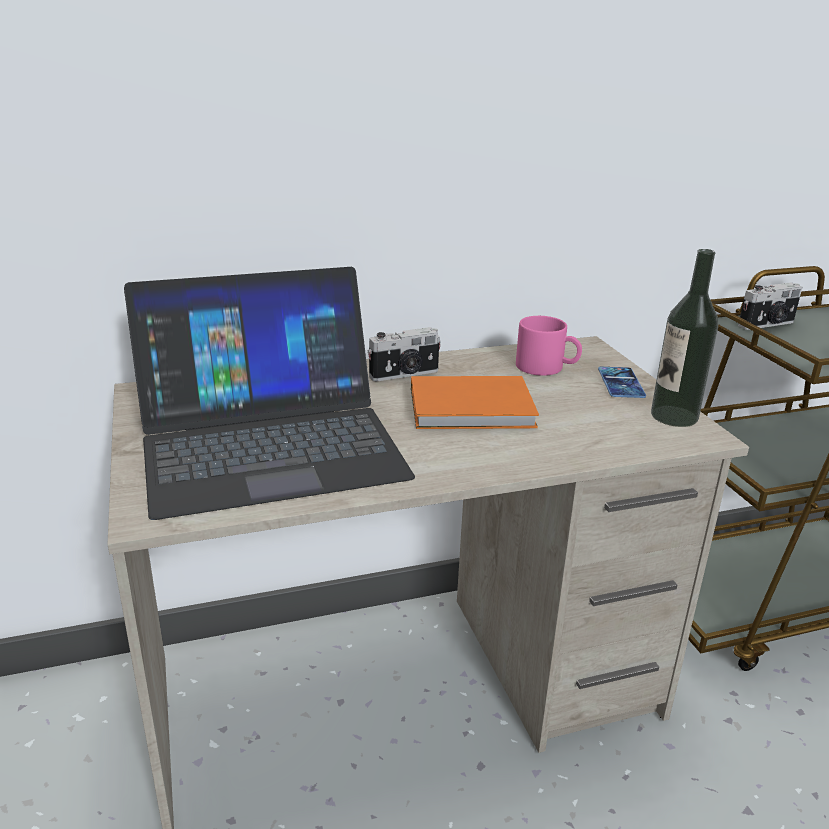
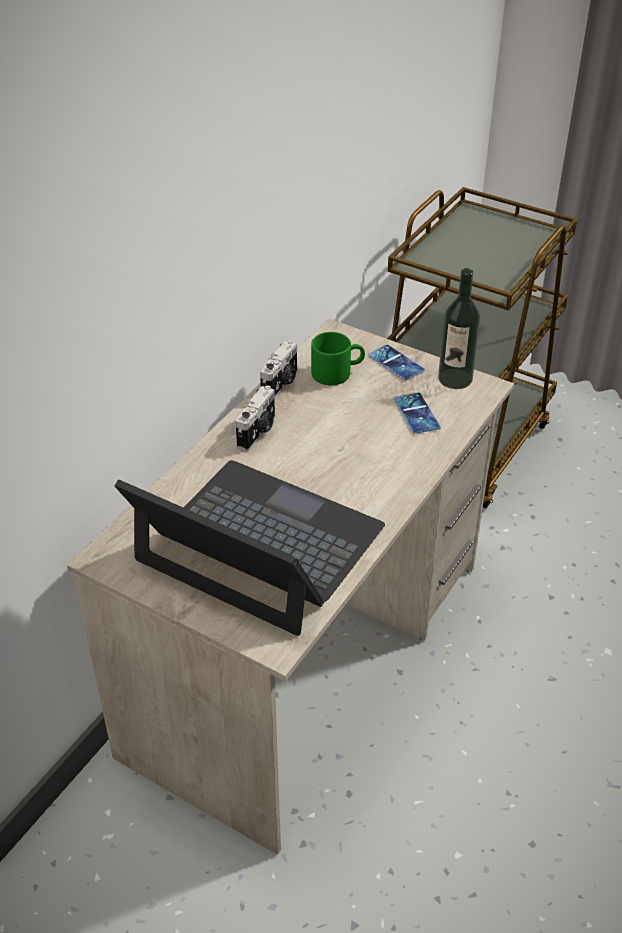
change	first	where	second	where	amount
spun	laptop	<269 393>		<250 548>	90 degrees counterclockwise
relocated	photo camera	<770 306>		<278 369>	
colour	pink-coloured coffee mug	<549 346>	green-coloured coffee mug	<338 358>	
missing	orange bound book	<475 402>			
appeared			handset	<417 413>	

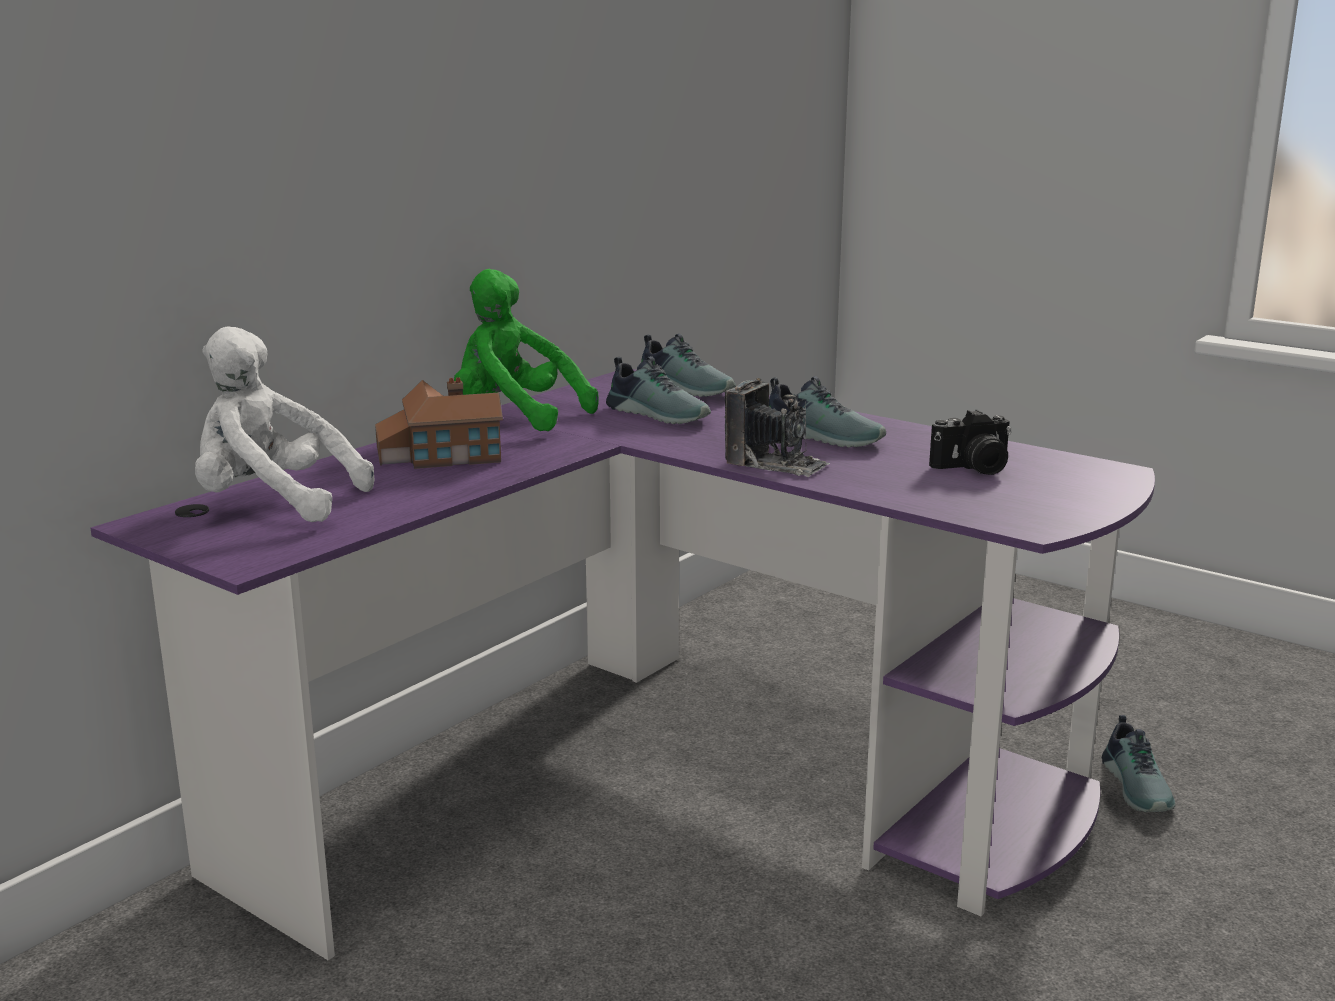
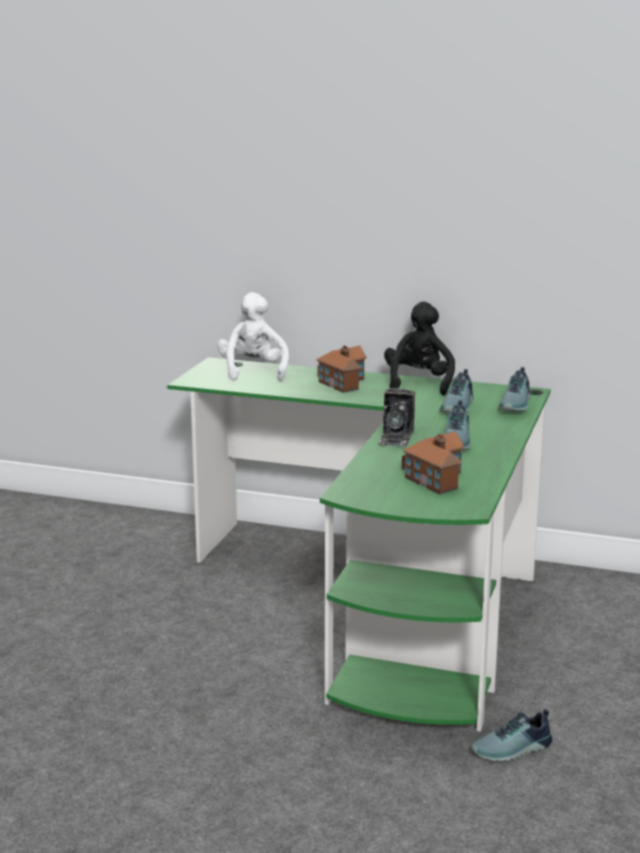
change	first	where	second	where	amount
colour	green-coloured cuddly toy	<526 350>	blackish cuddly toy	<419 348>	
colour	purplish desk table	<623 664>	green-coloured desk table	<359 544>	
exchanged	photo camera	<970 442>	model house	<433 462>	

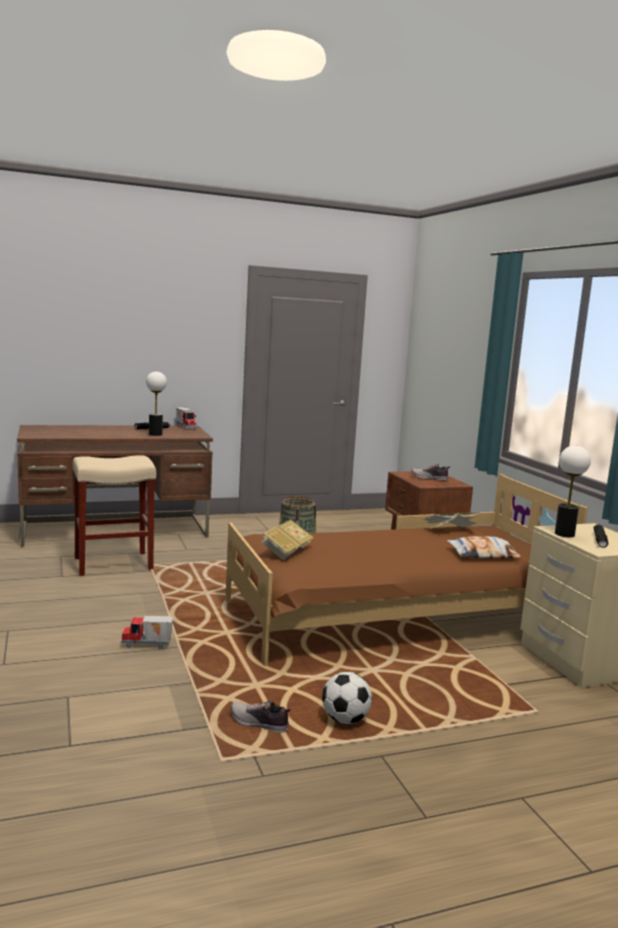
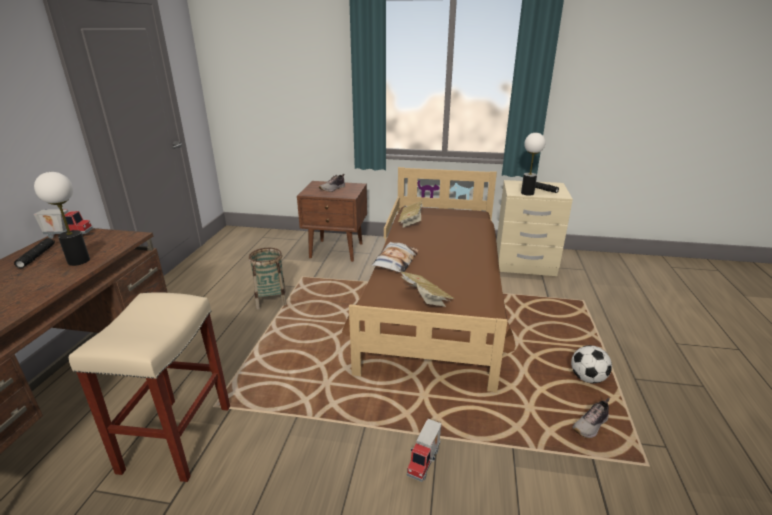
change	first	where	second	where	amount
relocated	throw pillow	<484 547>		<395 257>	

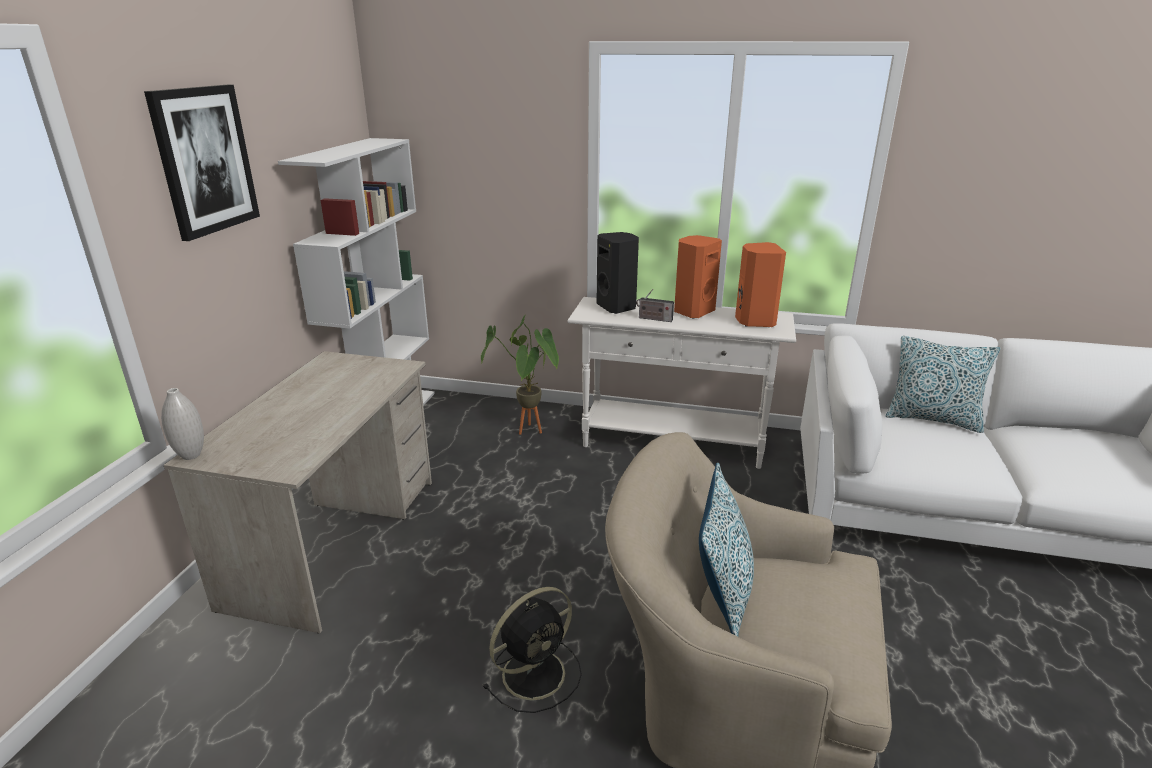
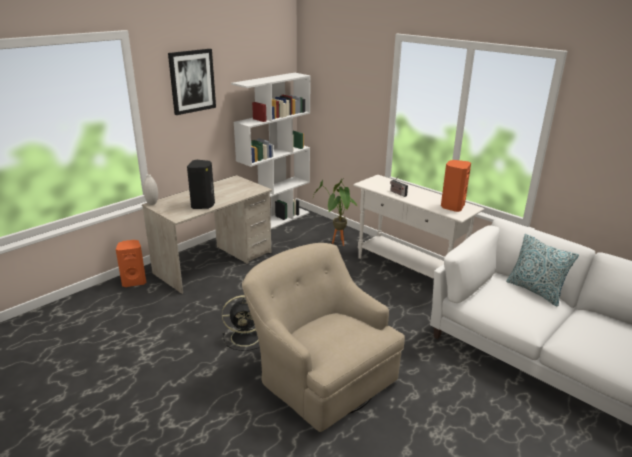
change	first	where	second	where	amount
relocated	blackish loudspeaker	<617 273>		<201 184>	
relocated	orange loudspeaker	<698 276>		<131 263>	
missing	throw pillow	<726 549>			

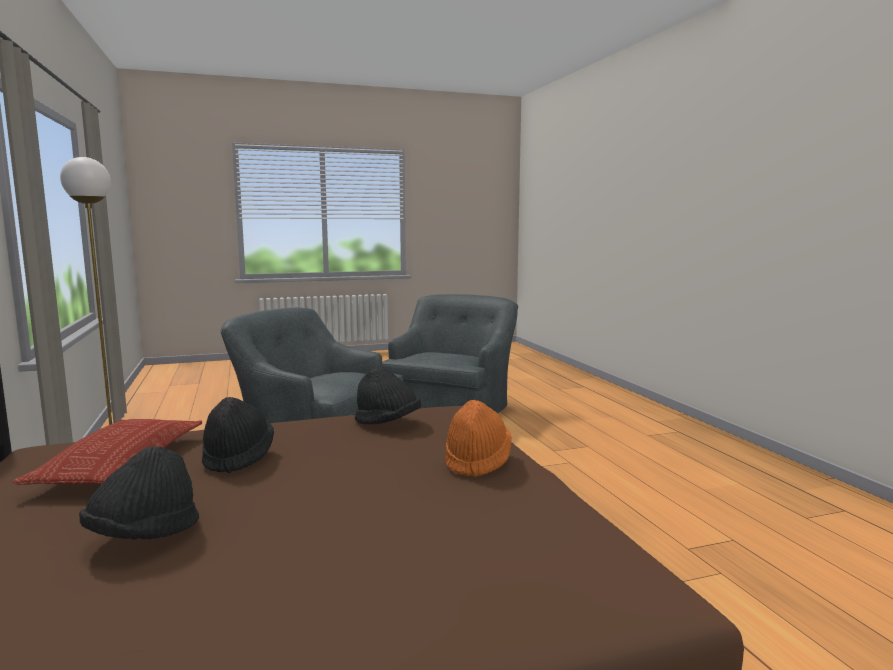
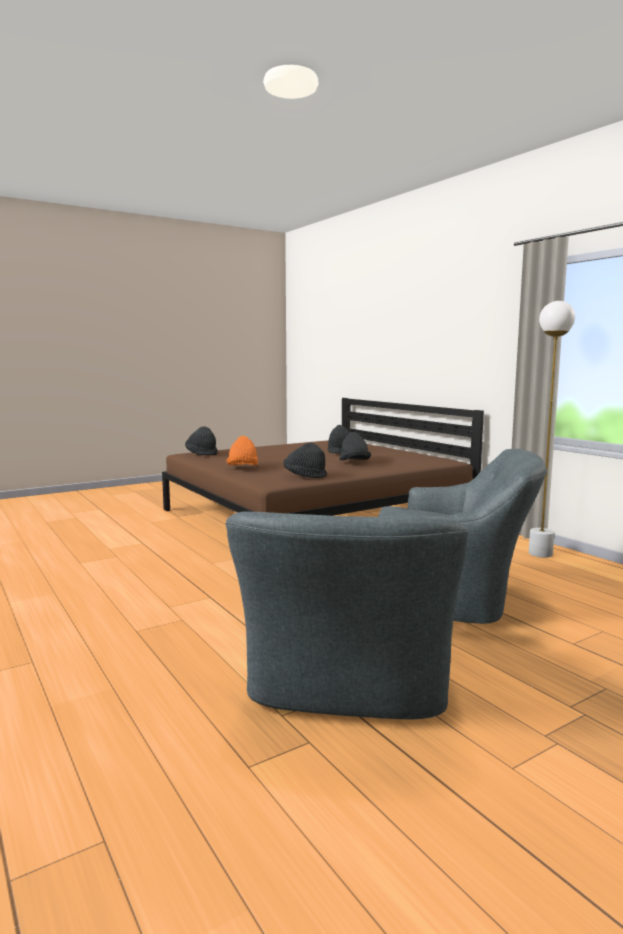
change	first	where	second	where	amount
missing	throw pillow	<107 452>			
appeared			blackish wearable hat	<201 441>	

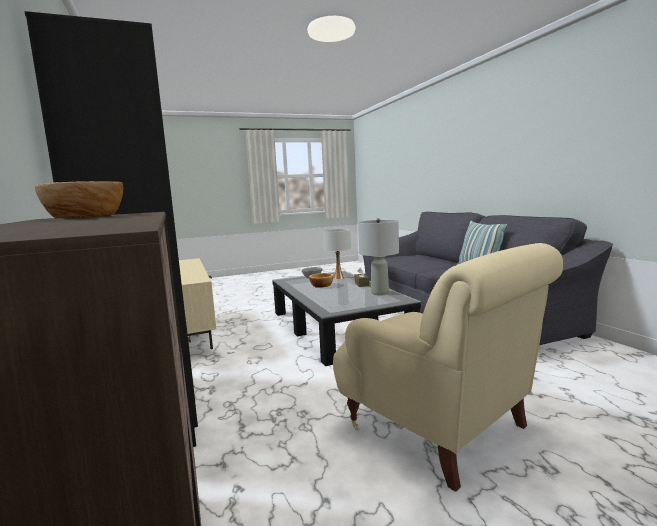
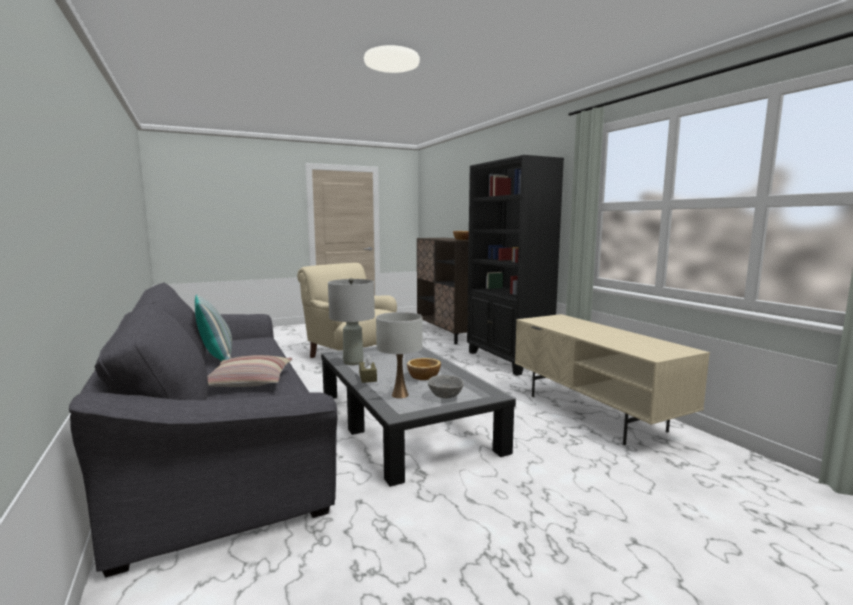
change	first	where	second	where	amount
appeared			throw pillow	<249 371>	

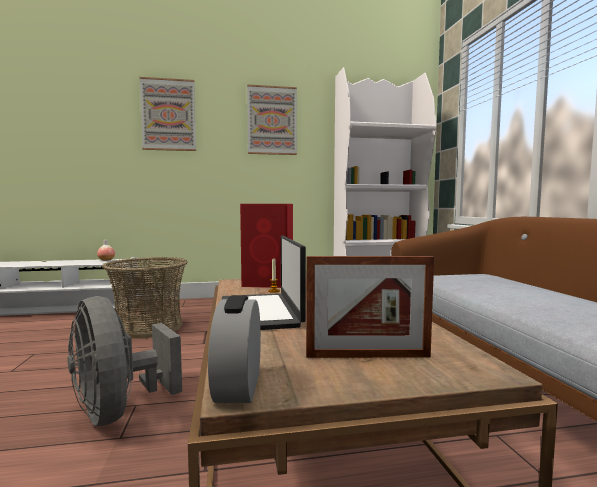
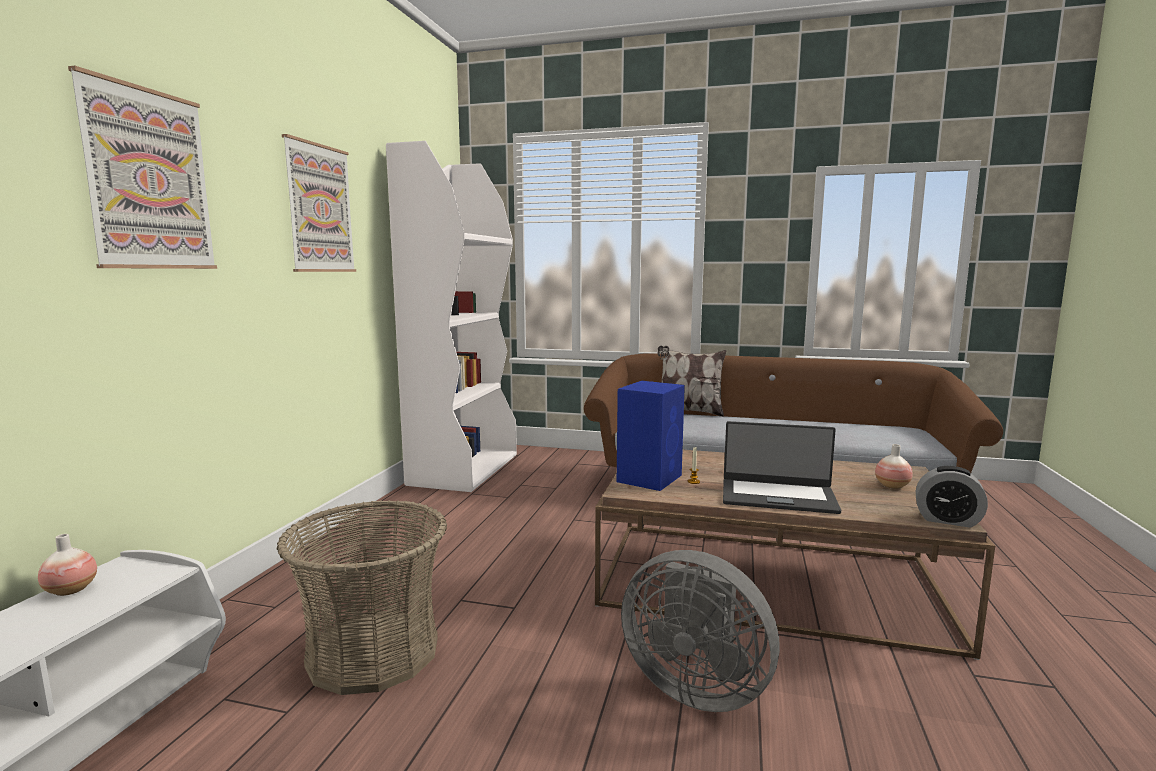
change	first	where	second	where	amount
colour	reddish loudspeaker	<266 246>	blue-coloured loudspeaker	<651 436>	
exchanged	picture frame	<370 307>	vase	<893 466>	
spun	greyish fan	<125 361>		<700 631>	45 degrees clockwise
appeared			throw pillow	<692 381>	

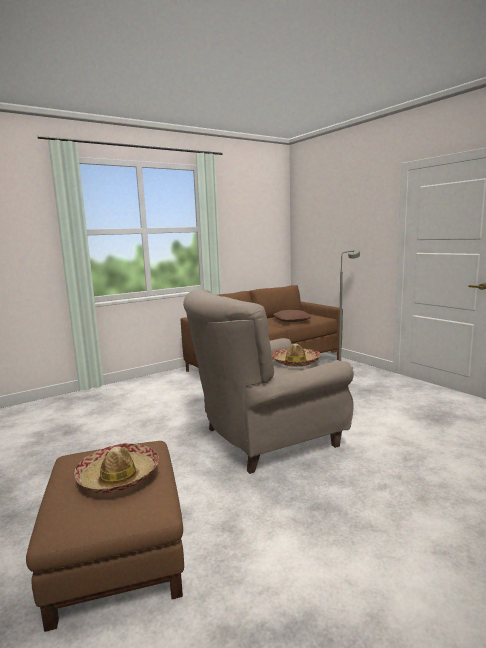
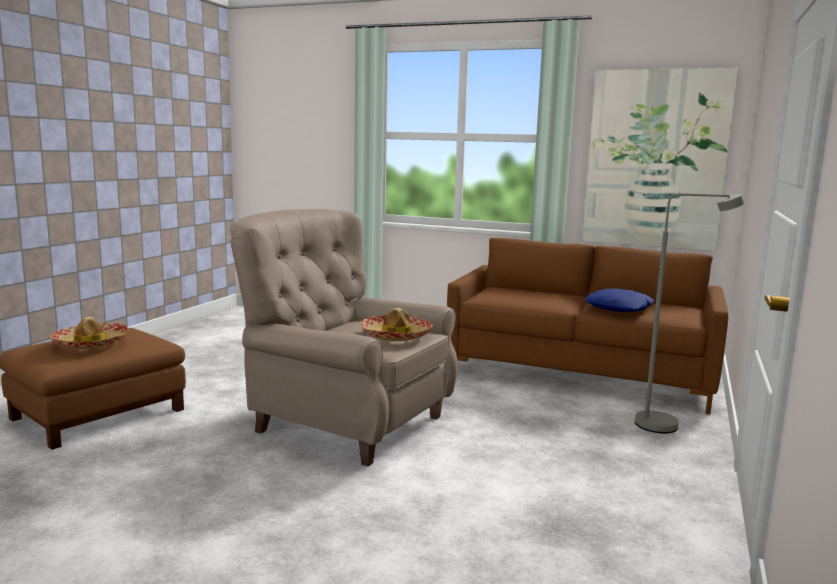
change	first	where	second	where	amount
colour	brownish throw pillow	<292 316>	blue-coloured throw pillow	<620 300>	
appeared			wall picture	<660 159>	

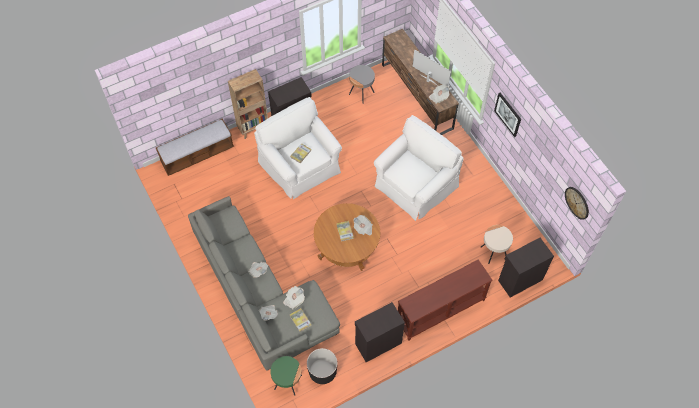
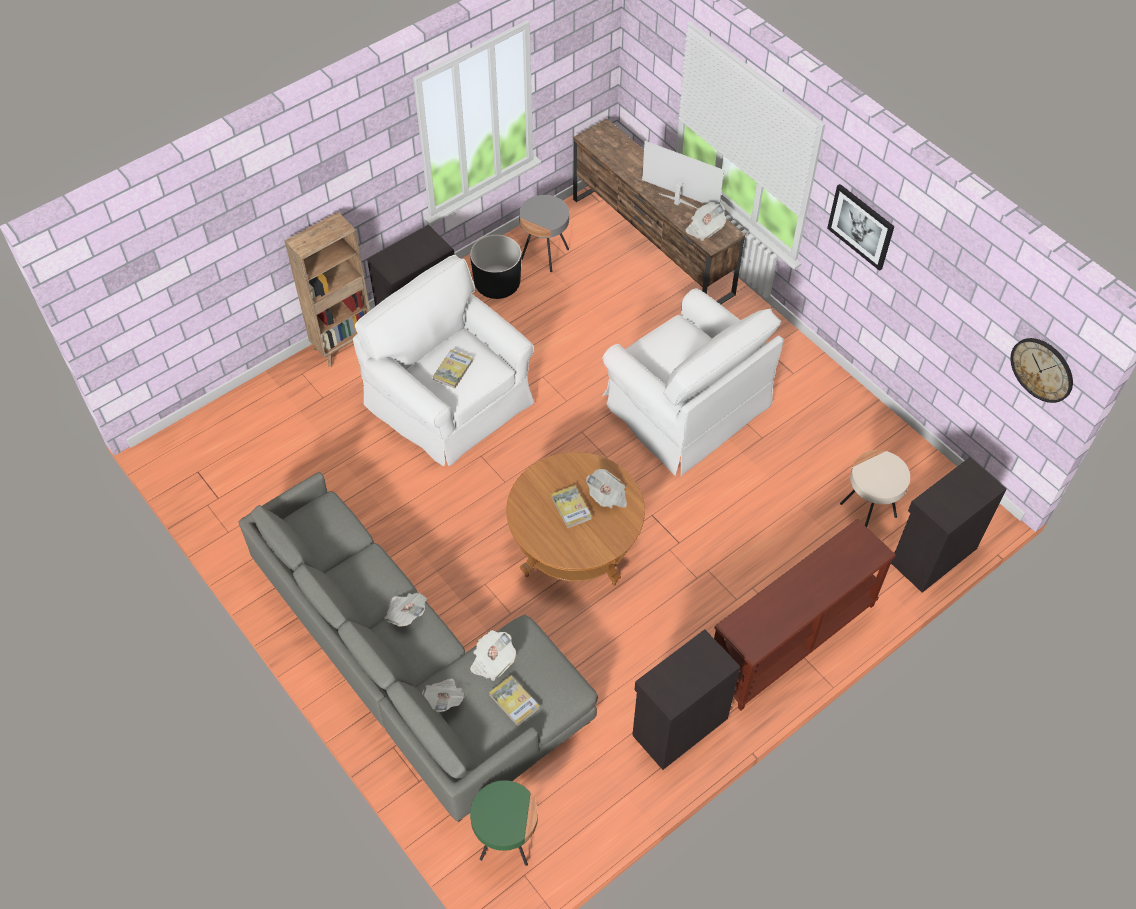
change	first	where	second	where	amount
spun	whitish easy chair	<419 168>		<693 382>	105 degrees clockwise
missing	bench	<195 147>			
relocated	blackish flower pot	<322 366>		<495 267>	

